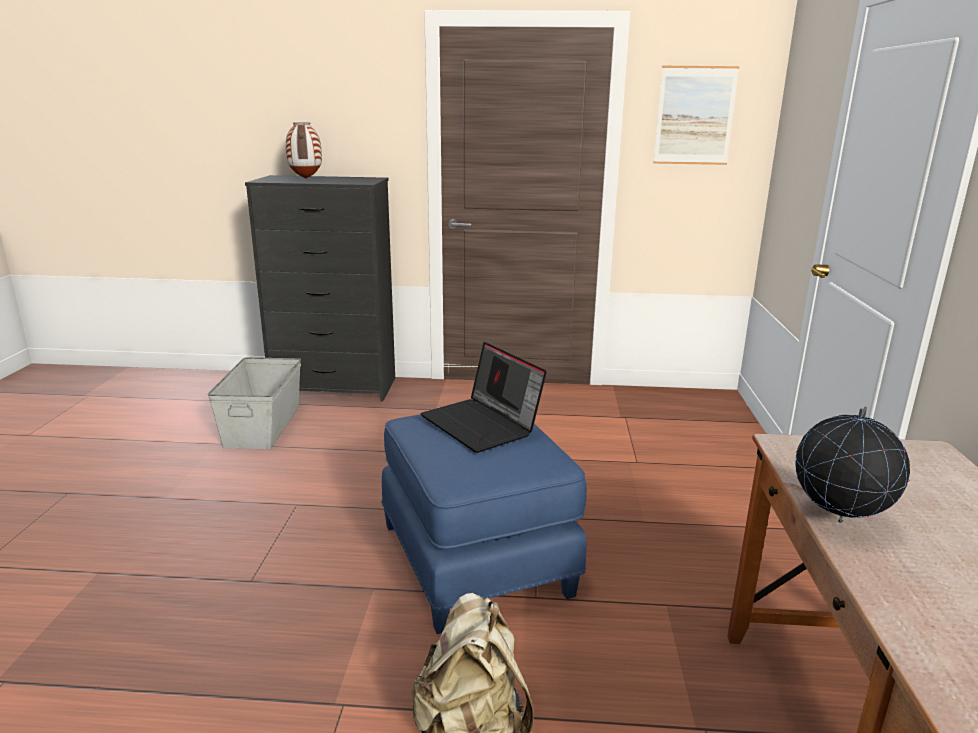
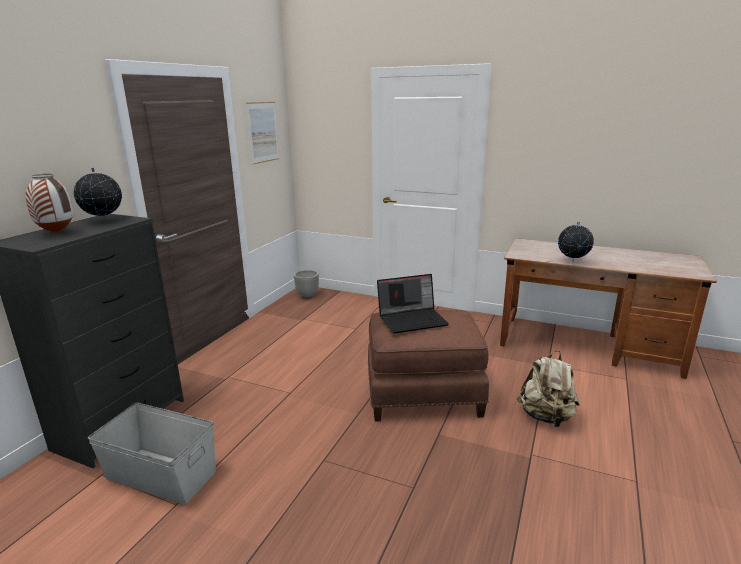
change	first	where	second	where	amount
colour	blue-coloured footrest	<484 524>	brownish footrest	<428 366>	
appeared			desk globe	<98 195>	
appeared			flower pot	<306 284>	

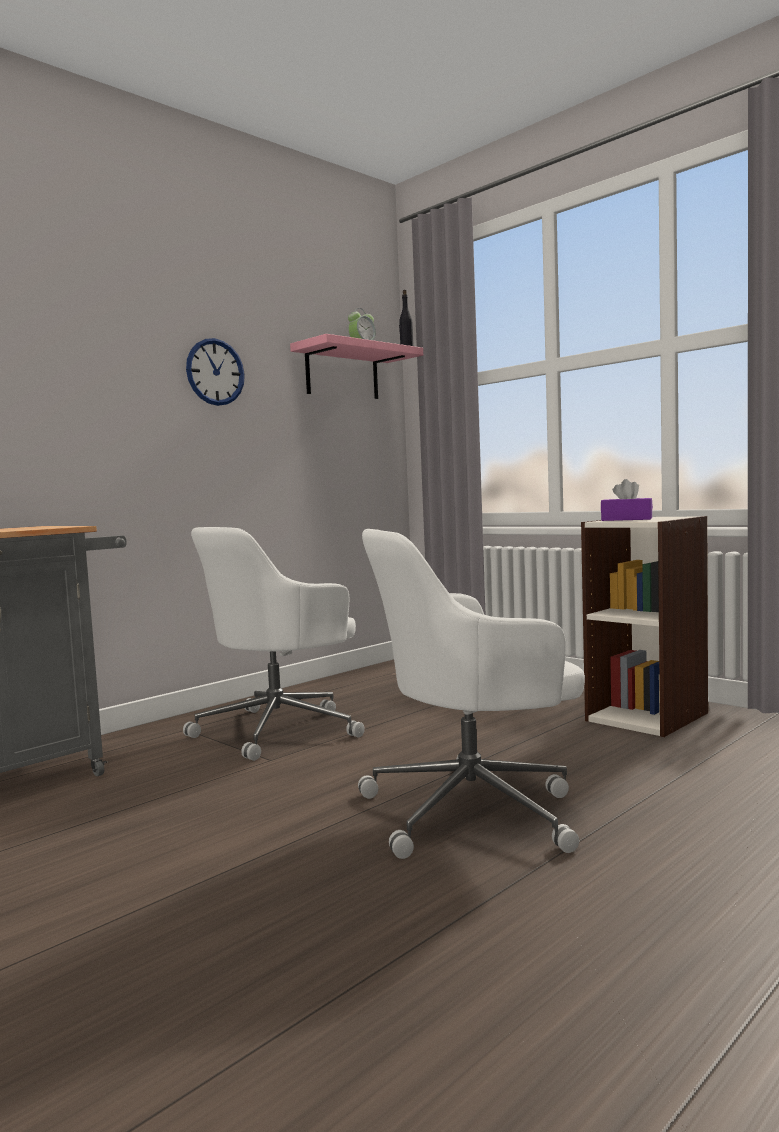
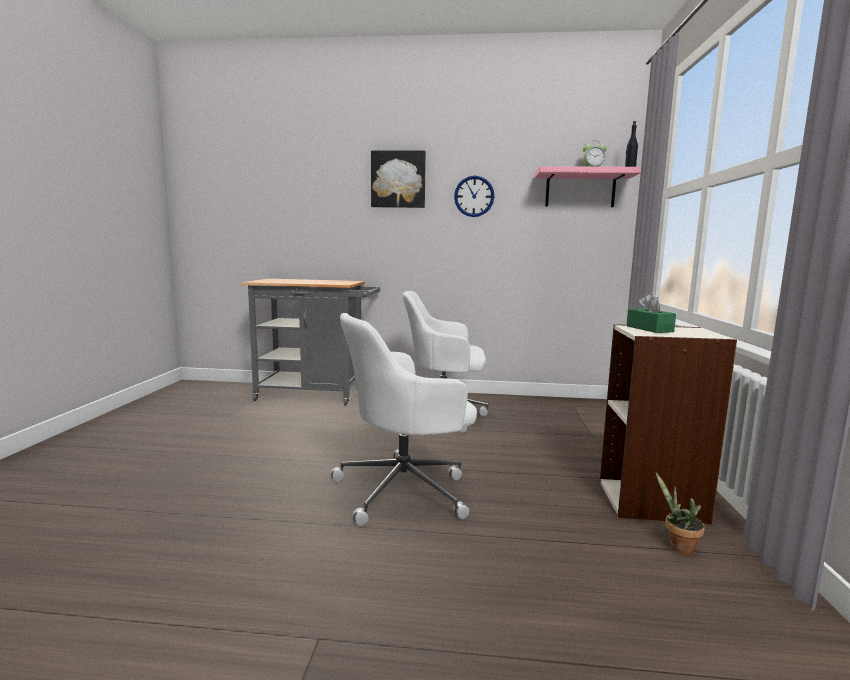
change	first	where	second	where	amount
colour	purplish tissue box	<627 500>	green-coloured tissue box	<651 313>	
spun	whitish desk chair	<471 694>		<404 419>	60 degrees counterclockwise
appeared			wall picture	<398 179>	
appeared			potted plant	<680 513>	

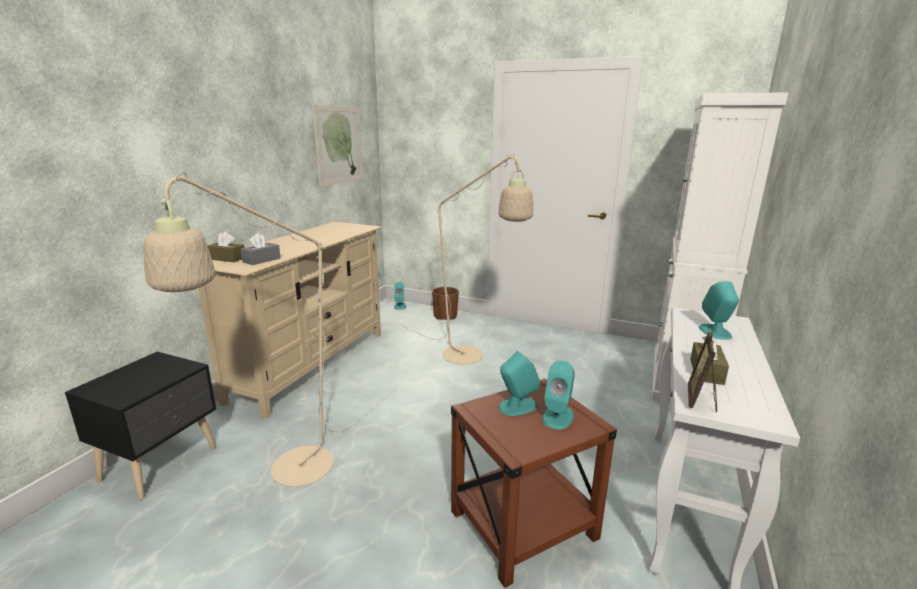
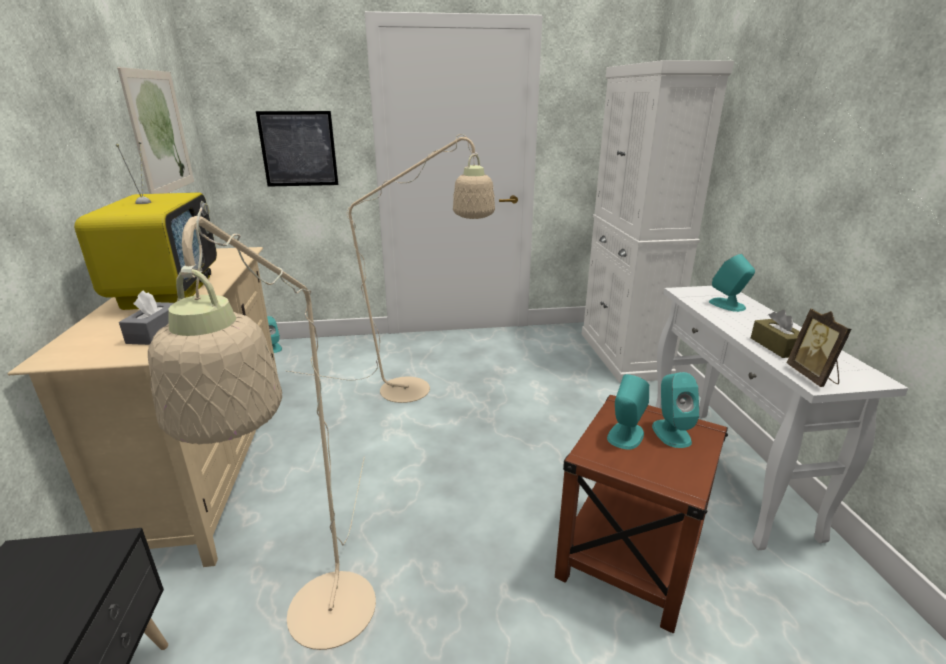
change	first	where	second	where	amount
missing	brownish tissue box	<225 247>			
missing	brownish flower pot	<445 303>			
appeared			wall picture	<297 149>	
appeared			TV	<145 225>	

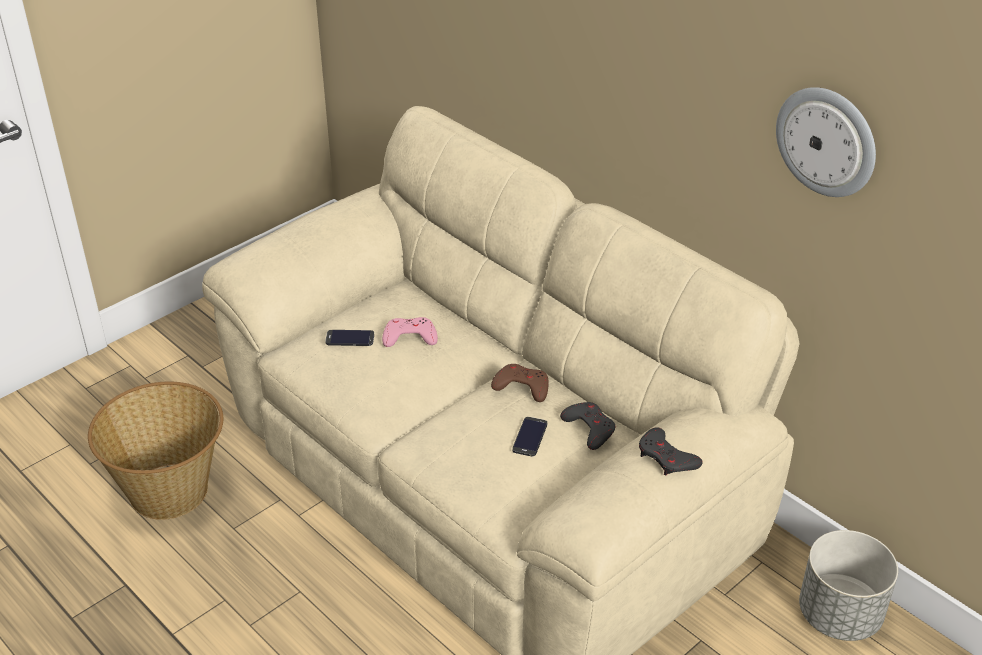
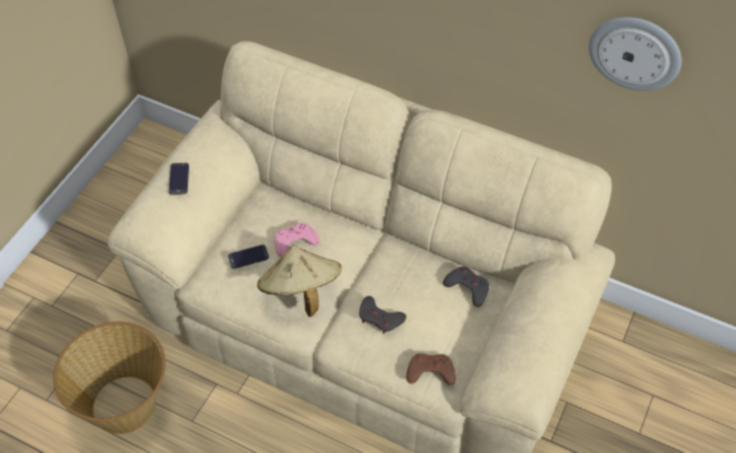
change	first	where	second	where	amount
relocated	brownish joypad	<520 383>		<431 369>	
relocated	handset	<529 436>		<179 179>	
relocated	greyish joypad	<671 451>		<382 315>	
missing	greyish flower pot	<848 585>			
appeared			beige-coloured wearable hat	<299 281>	

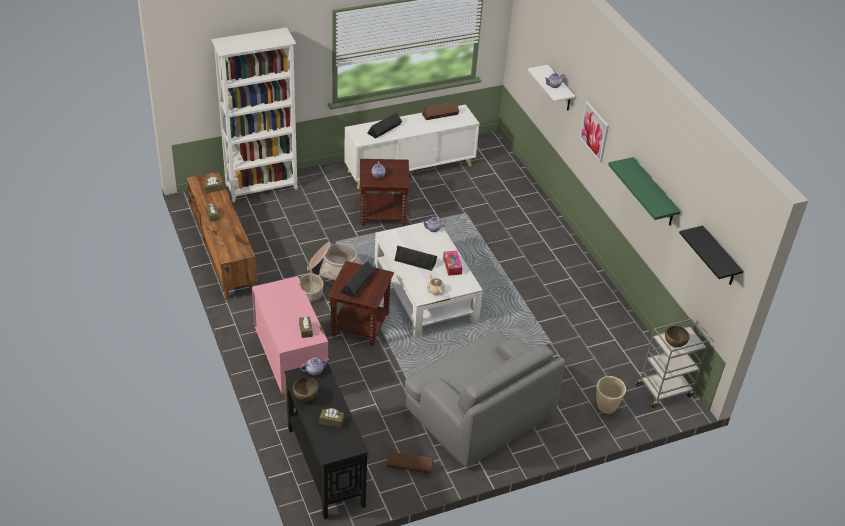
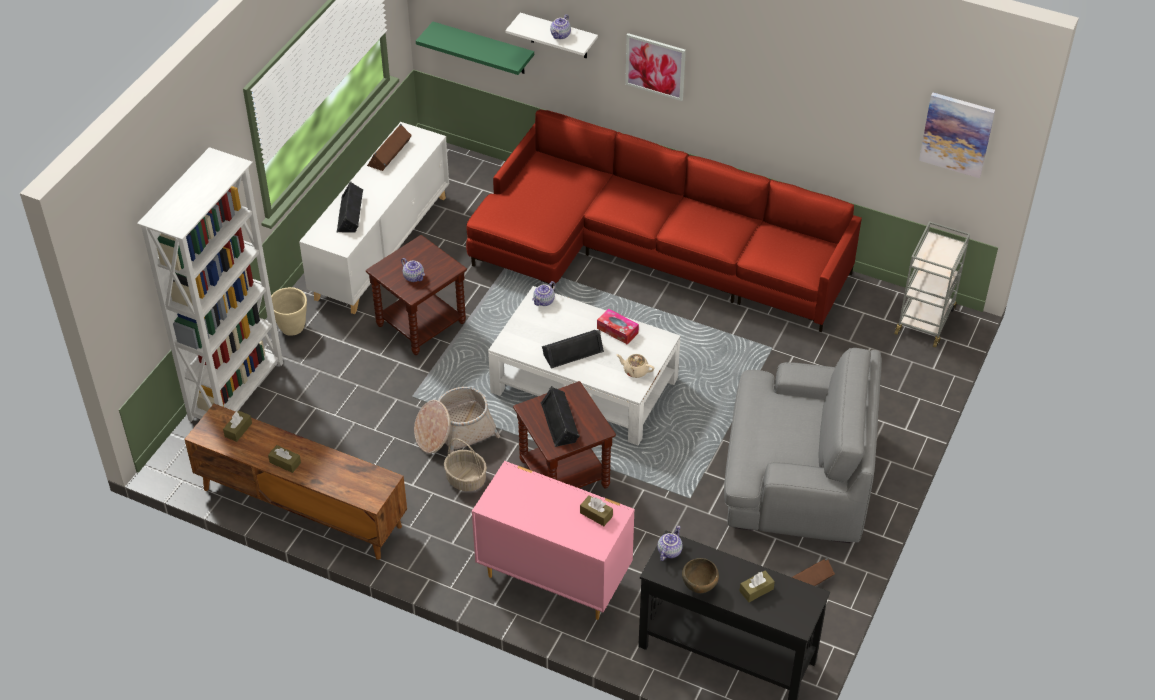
change	first	where	second	where	amount
relocated	green-coloured wall shelf	<644 191>		<475 48>	
exchanged	blackish wall shelf	<711 255>	wall picture	<957 135>	
missing	brownish bowl	<677 336>			
relocated	beige-coloured flower pot	<611 395>		<289 311>	
appeared			reddish couch	<664 220>	

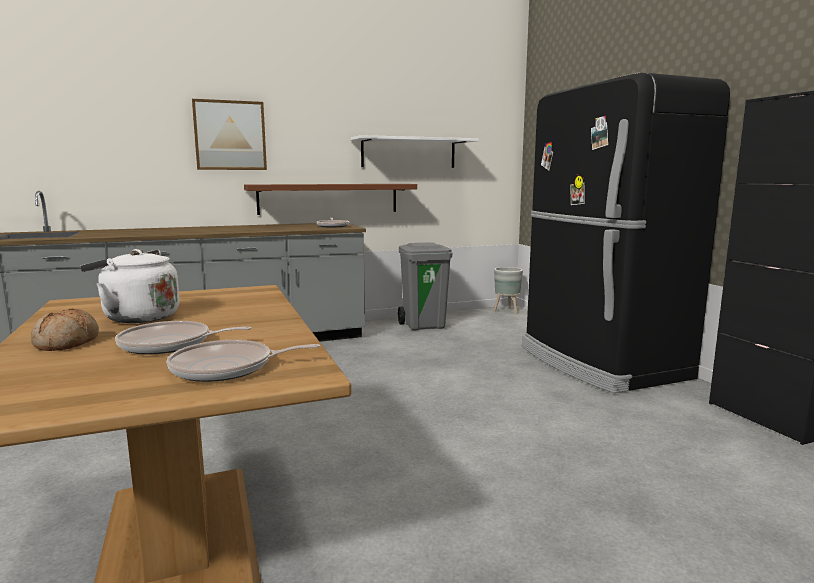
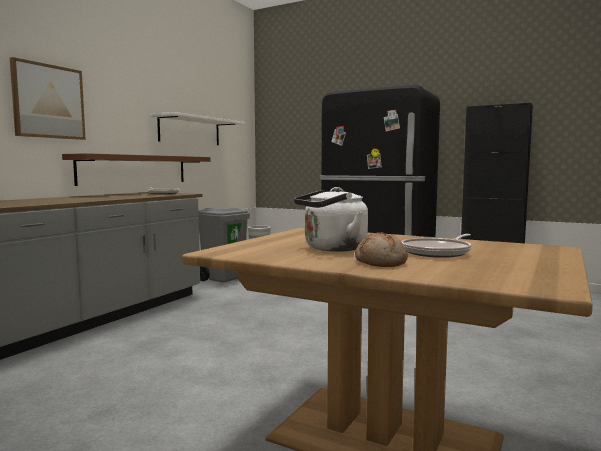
change	first	where	second	where	amount
missing	frying pan	<243 361>			

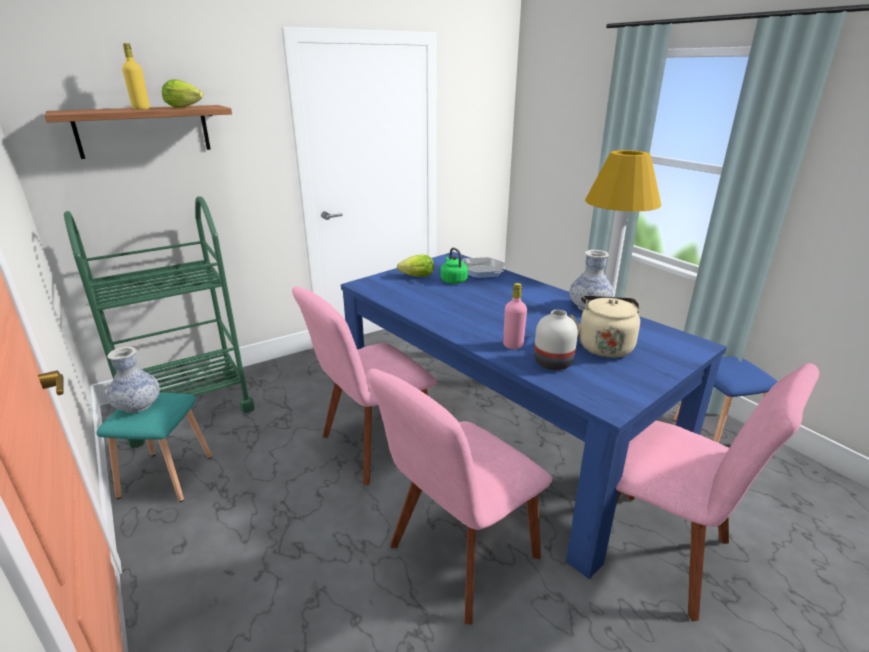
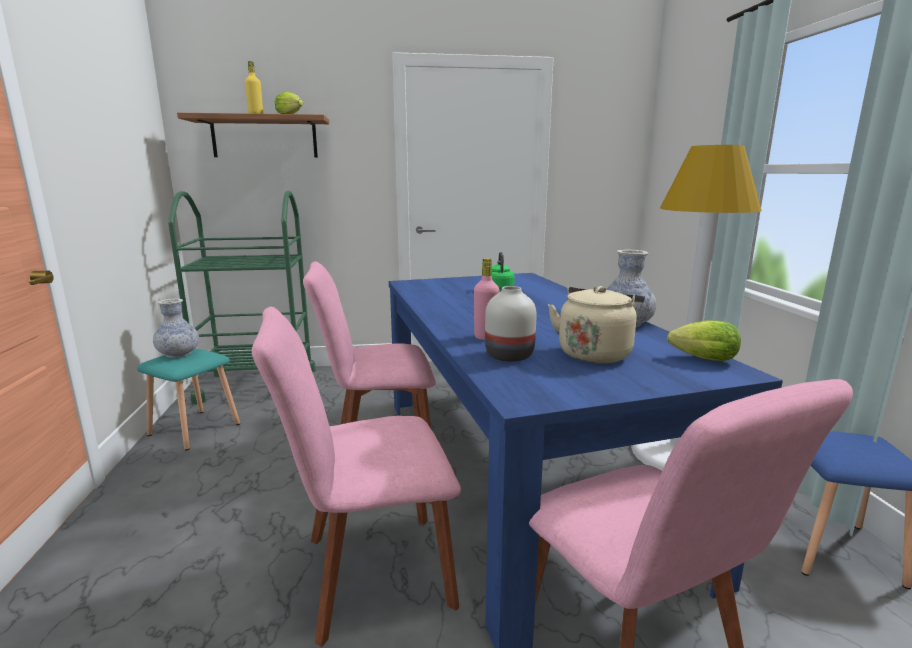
change	first	where	second	where	amount
relocated	lettuce head	<415 266>		<704 340>	
missing	frying pan	<484 267>			

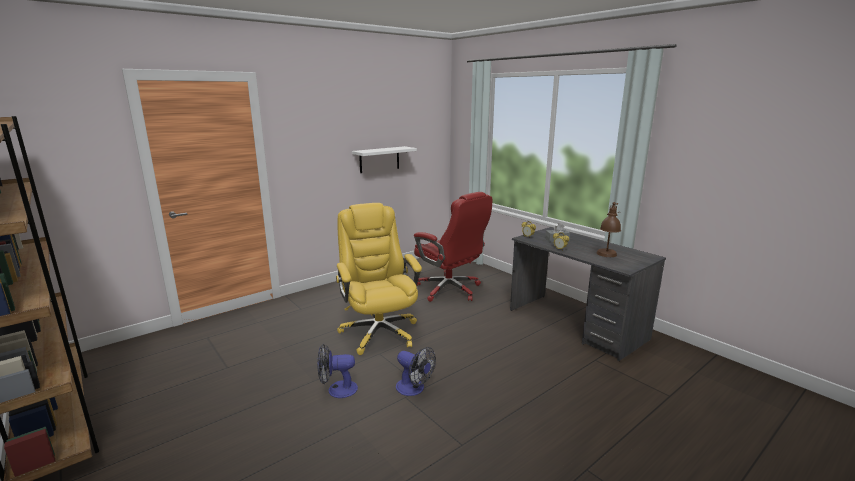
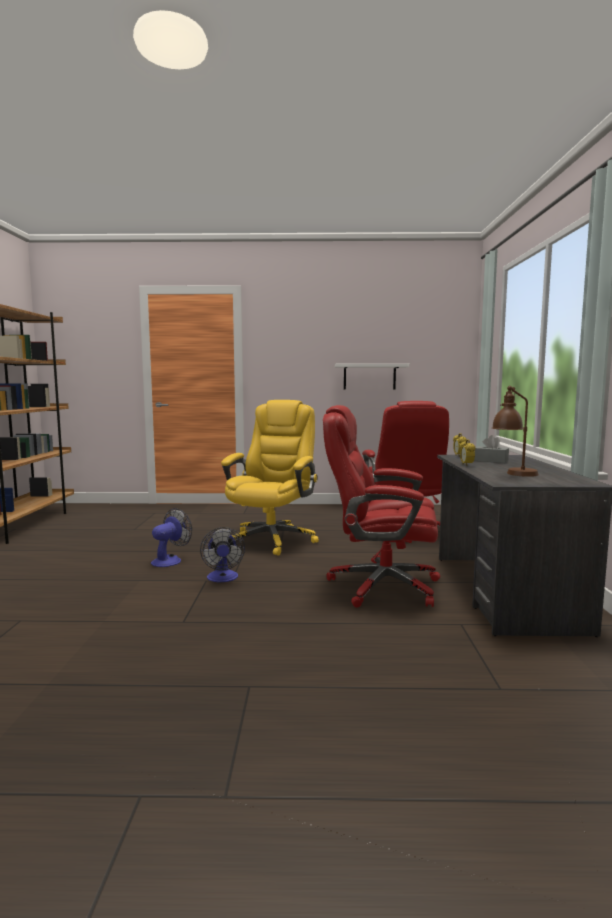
change	first	where	second	where	amount
spun	fan	<337 371>		<171 537>	90 degrees clockwise
appeared			reddish desk chair	<381 506>	

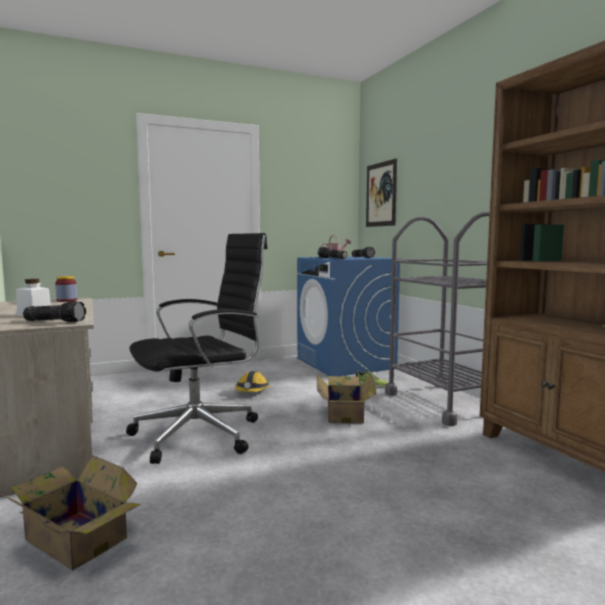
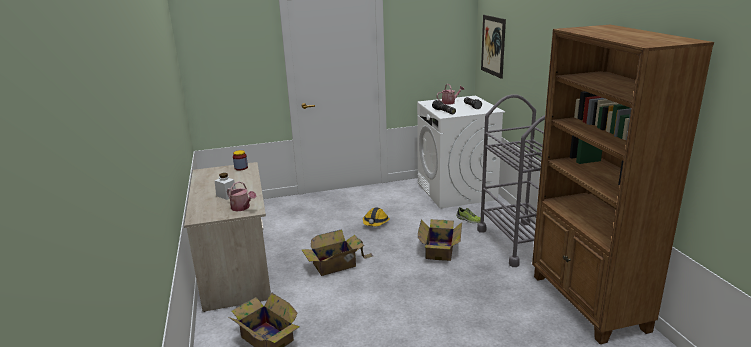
change	first	where	second	where	amount
exchanged	blackish desk chair	<197 348>	packing box	<338 252>	
colour	blue-coloured washing machine	<348 316>	whitish washing machine	<461 152>	
exchanged	flashlight	<54 311>	watering pot	<241 196>	

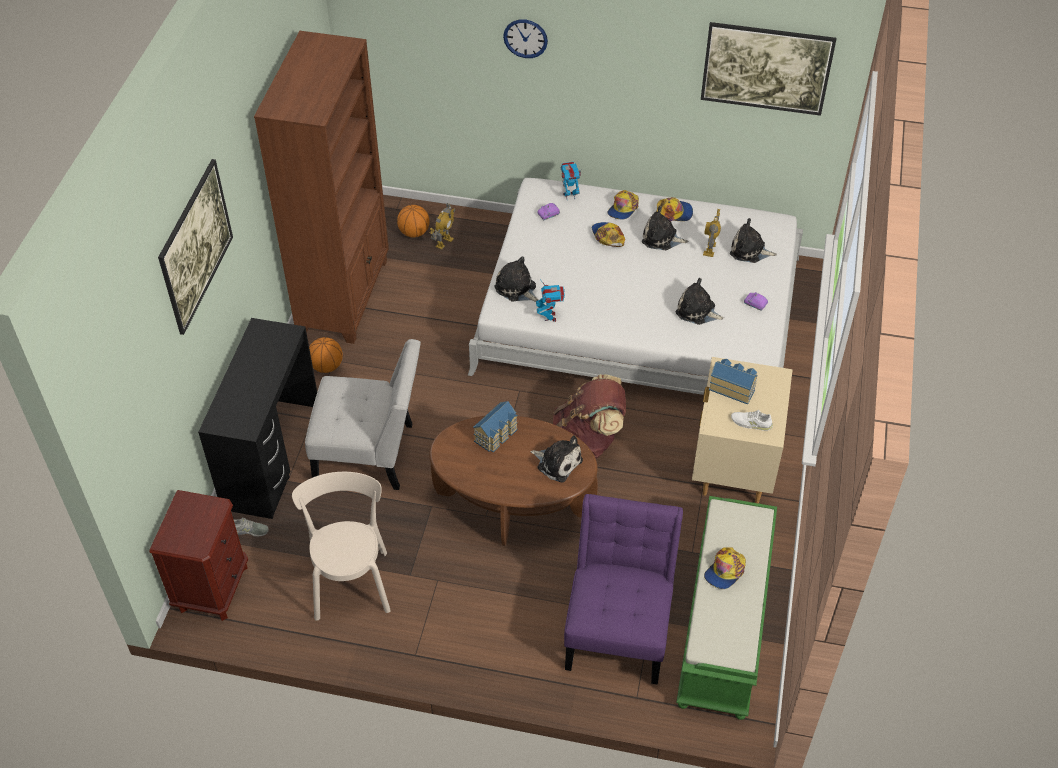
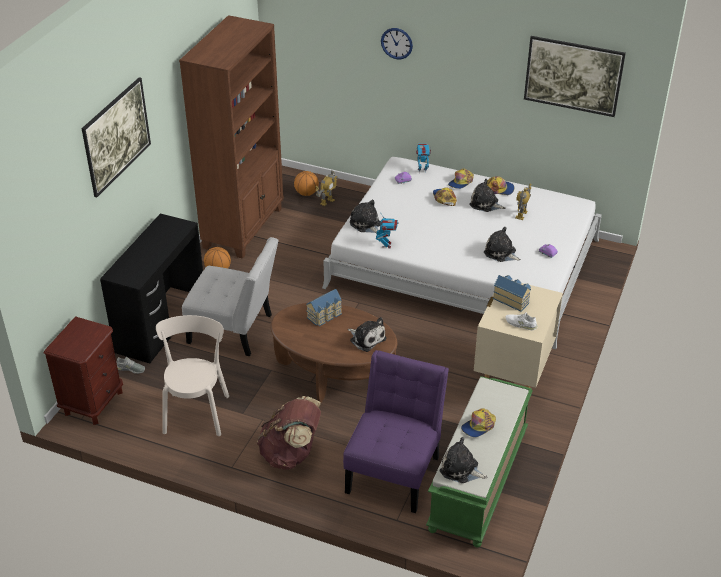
change	first	where	second	where	amount
relocated	cuddly toy	<753 240>		<463 460>	
relocated	brownish rucksack	<589 416>		<289 433>	

